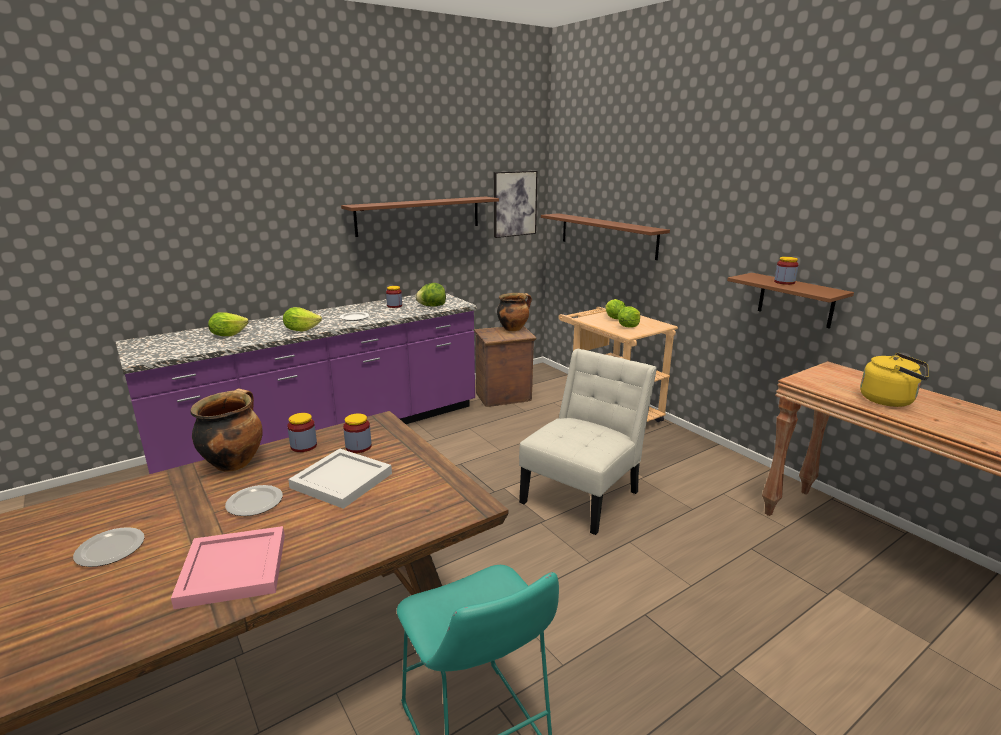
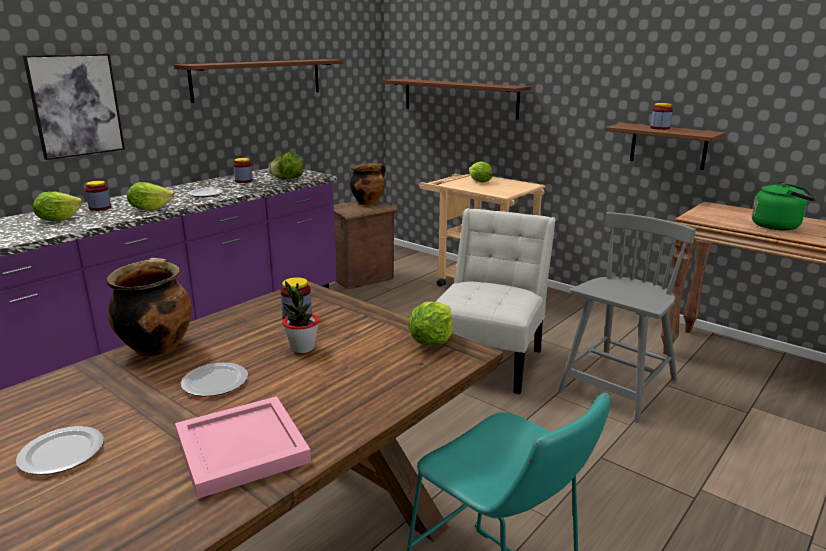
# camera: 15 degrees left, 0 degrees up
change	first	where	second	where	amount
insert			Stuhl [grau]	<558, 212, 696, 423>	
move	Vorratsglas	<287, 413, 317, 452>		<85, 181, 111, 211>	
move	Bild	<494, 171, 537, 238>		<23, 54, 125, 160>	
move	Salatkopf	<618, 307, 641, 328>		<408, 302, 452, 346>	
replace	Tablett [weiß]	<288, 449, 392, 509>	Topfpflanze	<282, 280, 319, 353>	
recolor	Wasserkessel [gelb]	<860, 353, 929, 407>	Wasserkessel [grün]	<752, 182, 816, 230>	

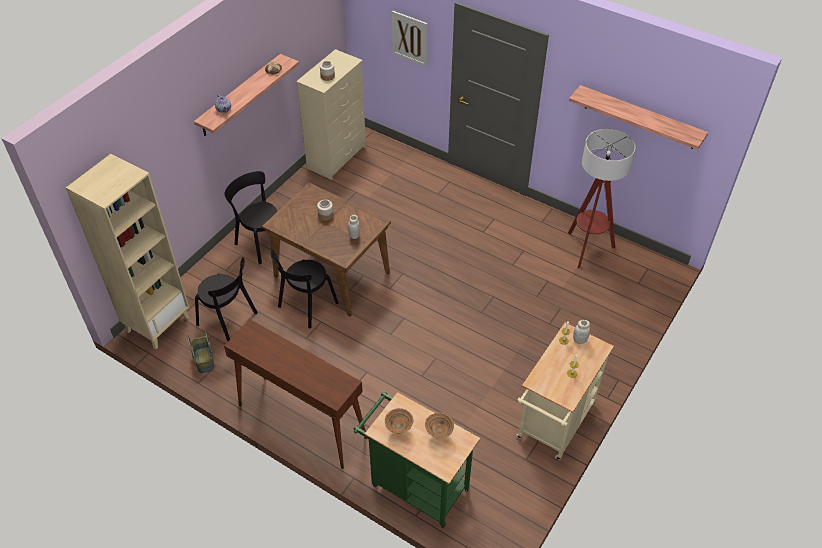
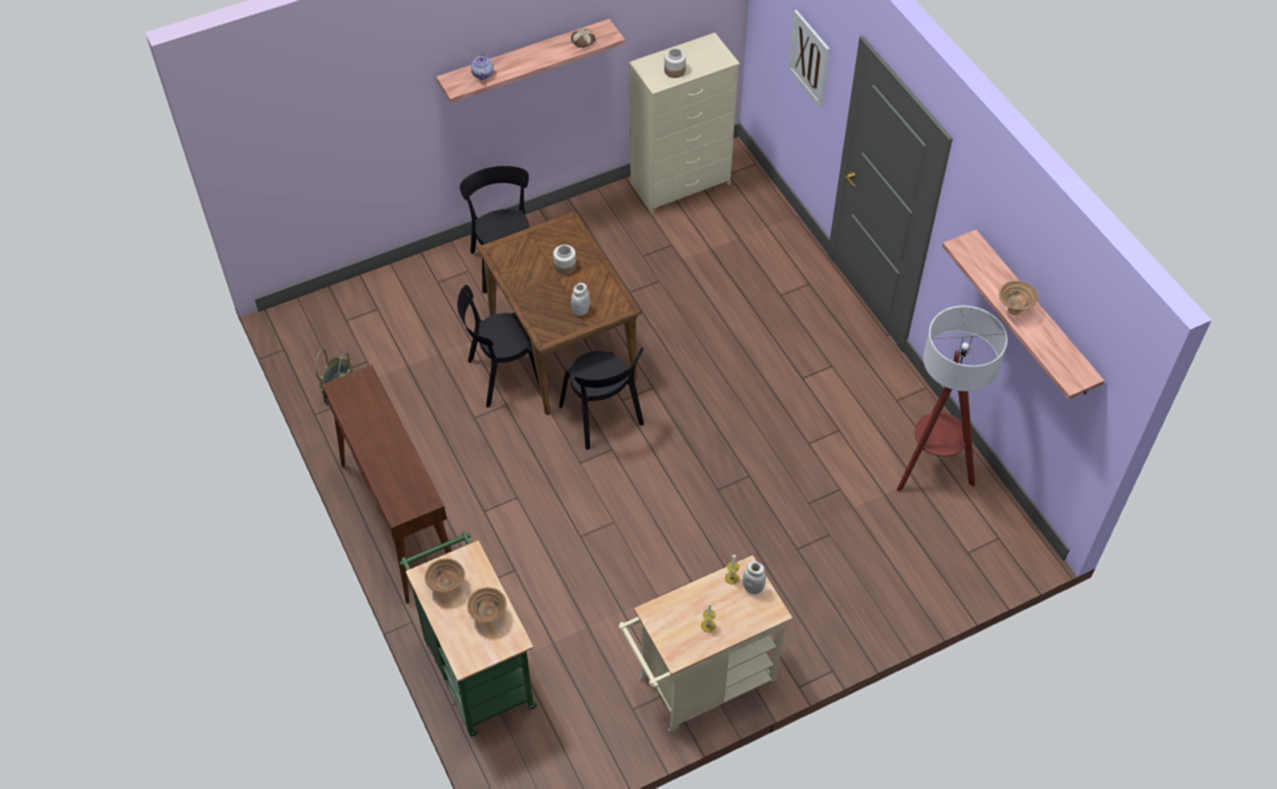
# camera: 30 degrees right, 5 degrees up
change	first	where	second	where	amount
delete	Bücherregal [beige]	<66, 154, 189, 349>			
insert			Schüssel [braun]	<999, 281, 1038, 315>	
move	Stuhl [schwarz]	<195, 257, 258, 341>		<559, 347, 644, 450>	

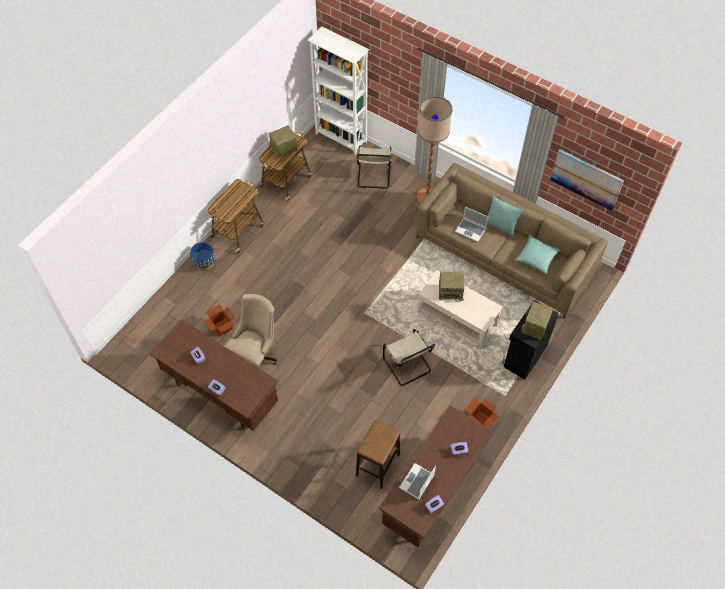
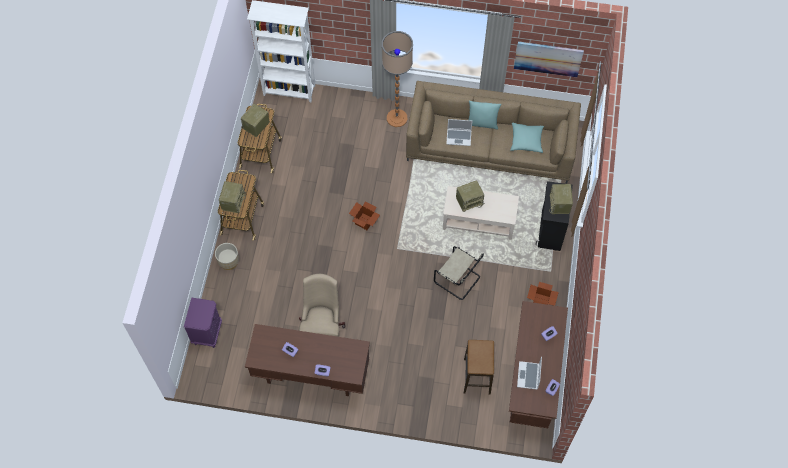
# camera: 25 degrees left, 5 degrees up
change	first	where	second	where	amount
delete	Stuhl [beige]	<356, 145, 392, 189>			
insert			Nachttisch [lila]	<184, 298, 222, 348>	
insert			Radio	<219, 181, 246, 213>	
move	Karton	<205, 304, 235, 337>		<349, 201, 380, 230>	
recolor	Pflanzkübel [blau]	<190, 242, 215, 271>	Pflanzkübel [beige]	<215, 243, 239, 270>	

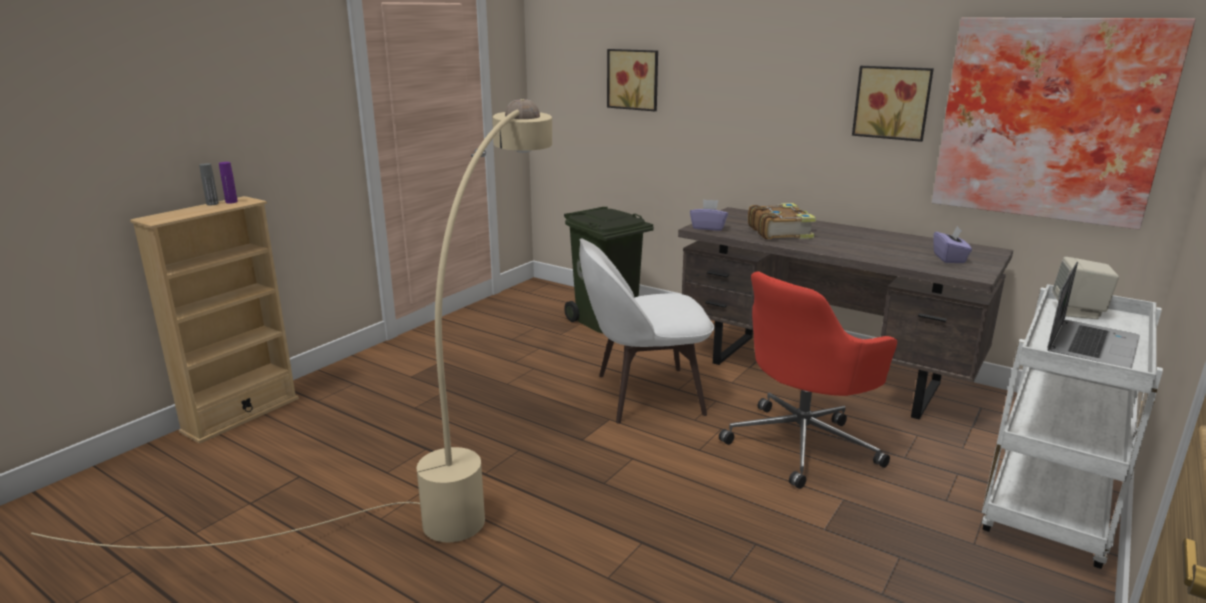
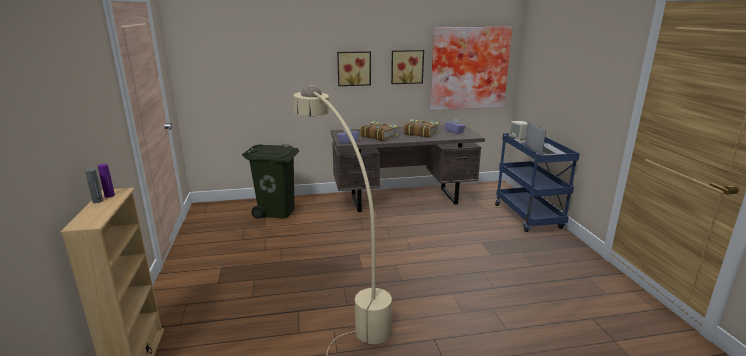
# camera: 45 degrees left, 0 degrees up
change	first	where	second	where	amount
delete	Stuhl [weiß]	<579, 238, 714, 424>			
delete	Bürostuhl [rot]	<719, 271, 897, 489>			
insert			Buch	<403, 119, 439, 138>	
move	Bild	<607, 49, 658, 111>		<337, 51, 371, 86>	
recolor	Rollwagen [weiß]	<982, 284, 1163, 569>	Rollwagen [blau]	<495, 133, 580, 232>	

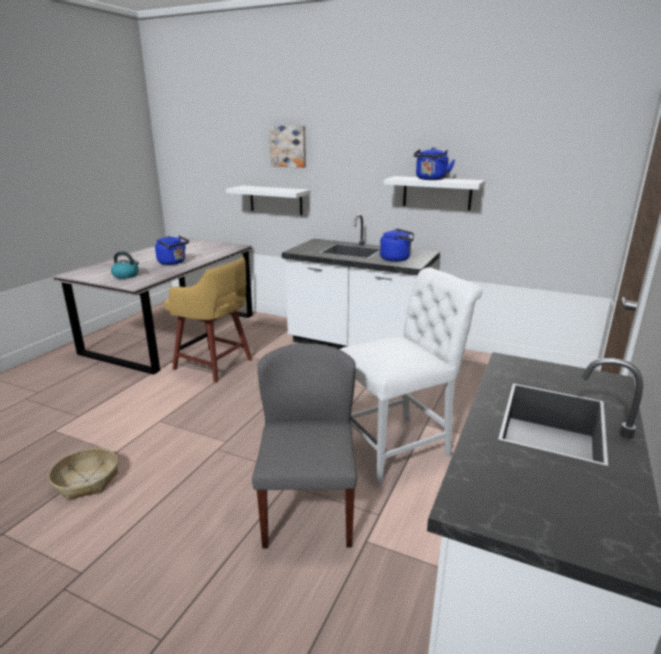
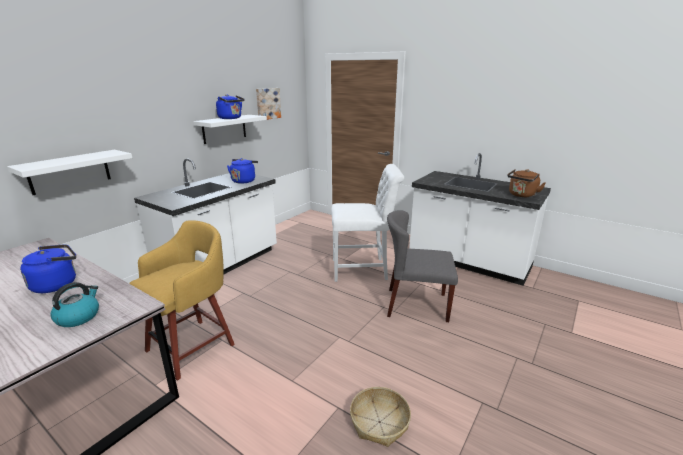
# camera: 80 degrees left, 0 degrees up
change	first	where	second	where	amount
insert			Wasserkessel [braun]	<507, 169, 546, 198>	
move	Bild	<269, 126, 306, 168>		<256, 88, 281, 120>	
rotate	Stuhl [weiß]	<339, 267, 483, 483>		<331, 164, 404, 282>	105 degrees clockwise

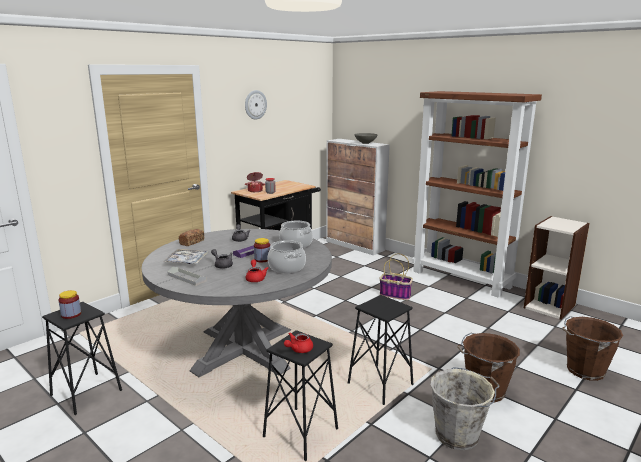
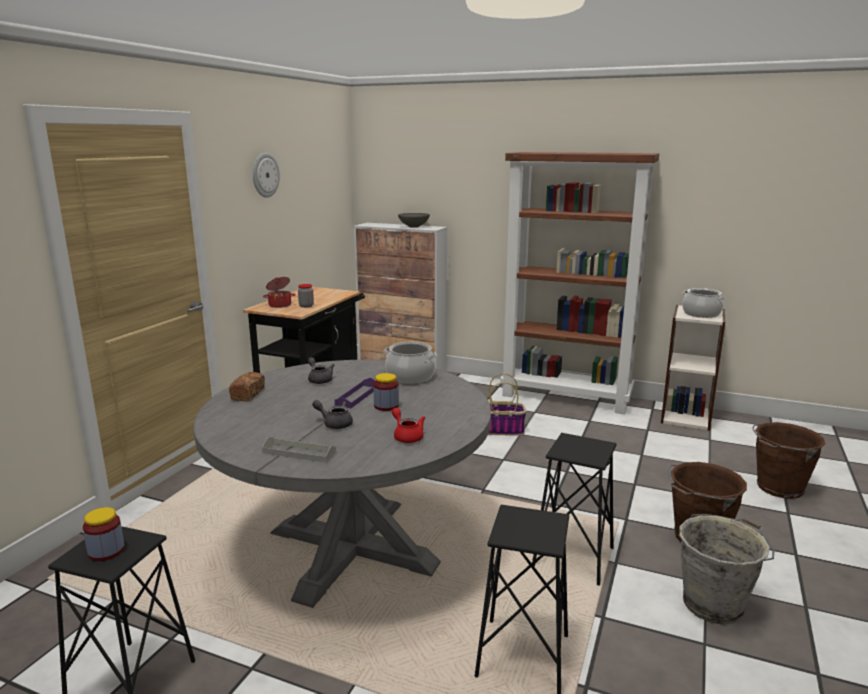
# camera: 20 degrees left, 0 degrees up
change	first	where	second	where	amount
delete	Tablett	<163, 249, 209, 264>			
delete	Teekanne [rot]	<284, 333, 313, 353>			
move	Kochtopf	<268, 240, 306, 273>		<682, 288, 726, 318>	

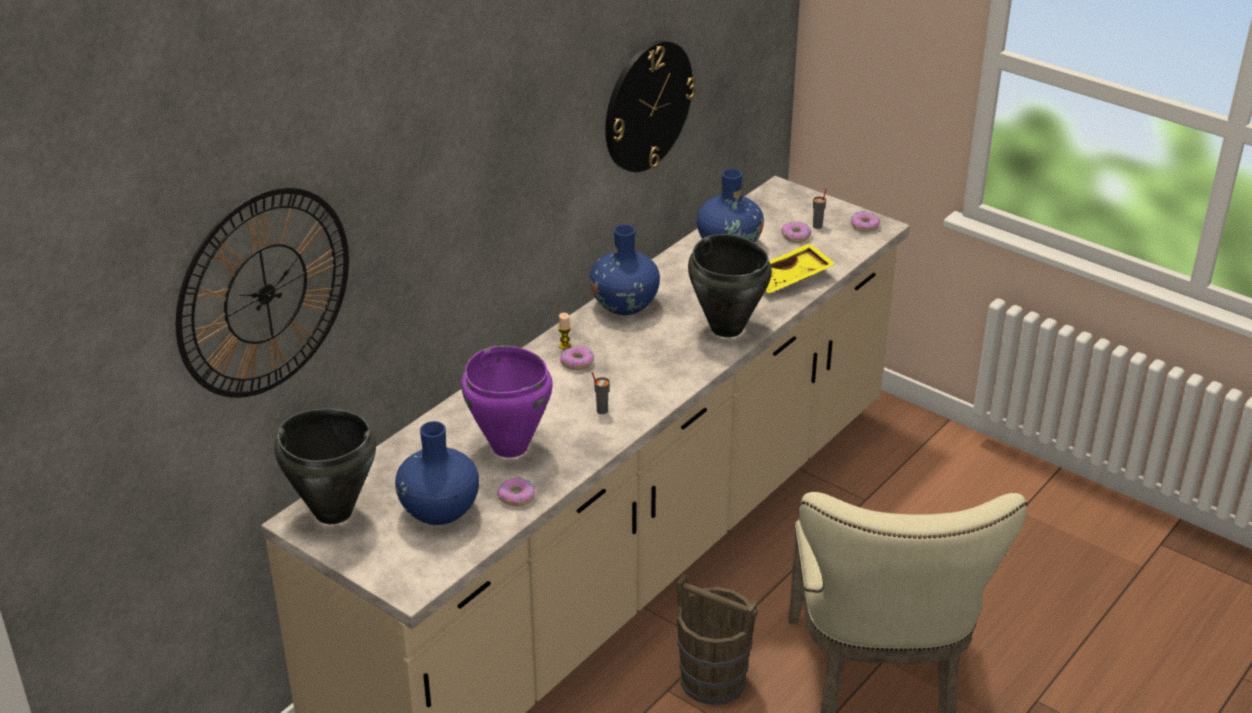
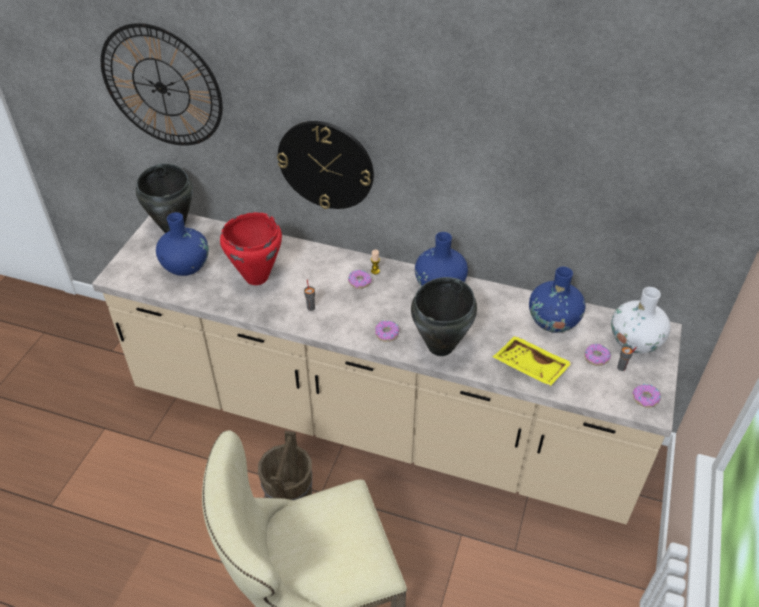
# camera: 70 degrees right, 10 degrees up
change	first	where	second	where	amount
insert			Vase [weiß]	<611, 287, 671, 354>	
move	Donut	<497, 477, 536, 506>		<375, 321, 399, 342>	
move	Wanduhr	<605, 40, 696, 172>		<277, 121, 374, 209>	
recolor	Kochtopf [lila]	<461, 346, 553, 458>	Kochtopf [rot]	<220, 212, 282, 285>	

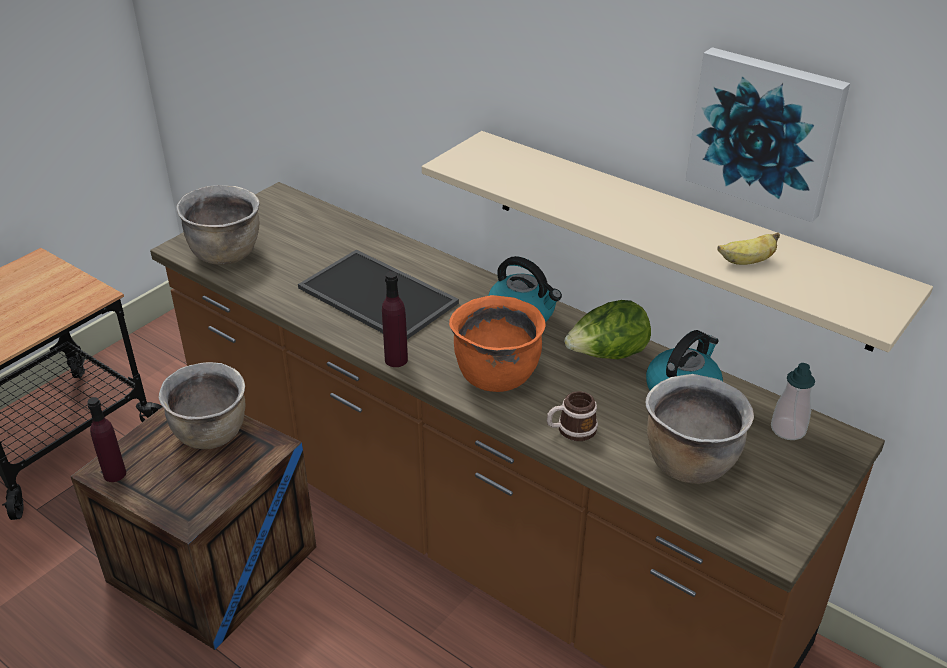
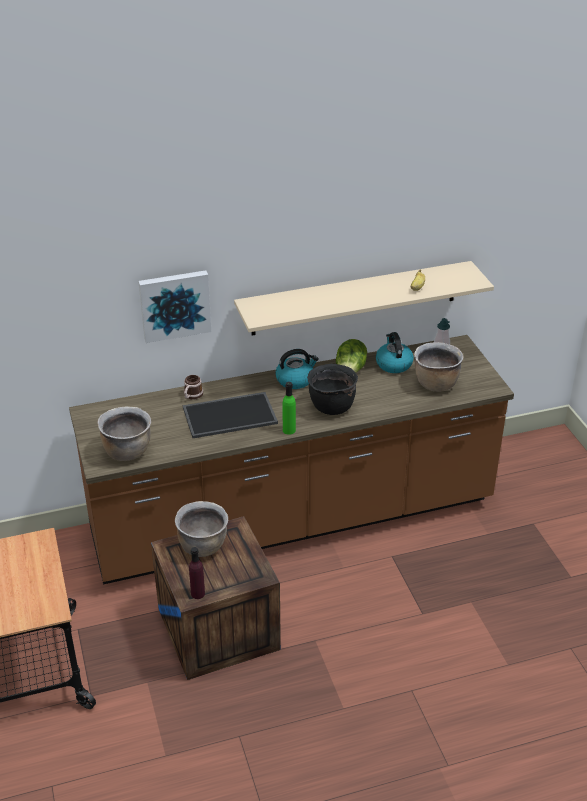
# camera: 55 degrees left, 0 degrees up
change	first	where	second	where	amount
move	Henkelbecher	<547, 391, 598, 441>		<184, 375, 203, 400>	
move	Bild	<686, 47, 850, 222>		<138, 270, 211, 343>	
recolor	Flasche [lila]	<382, 272, 408, 367>	Flasche [grün]	<283, 382, 296, 435>	
recolor	Kochtopf [orange]	<449, 295, 545, 392>	Kochtopf [schwarz]	<307, 364, 358, 415>	

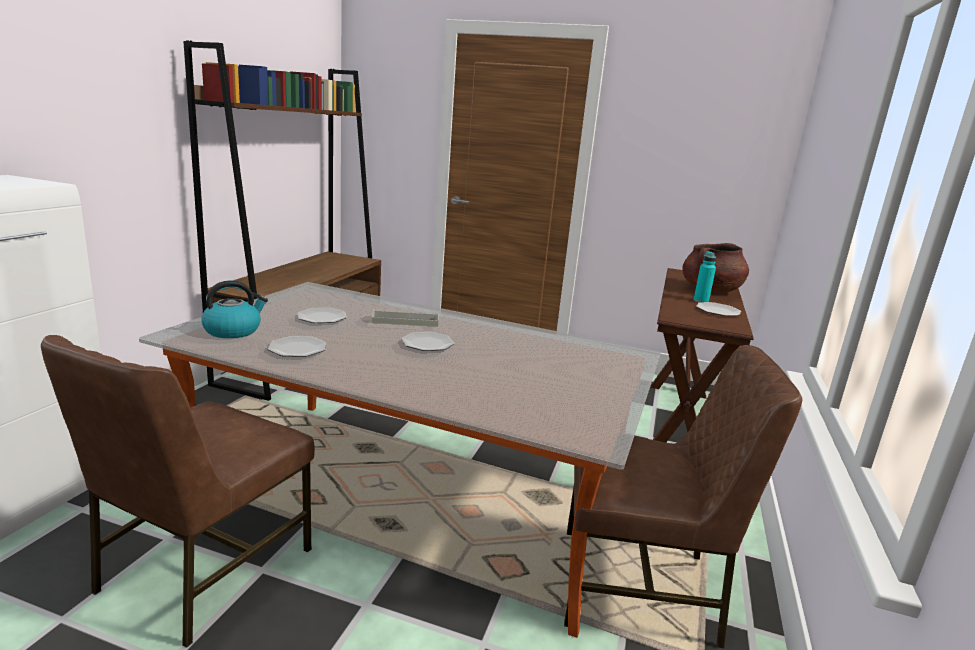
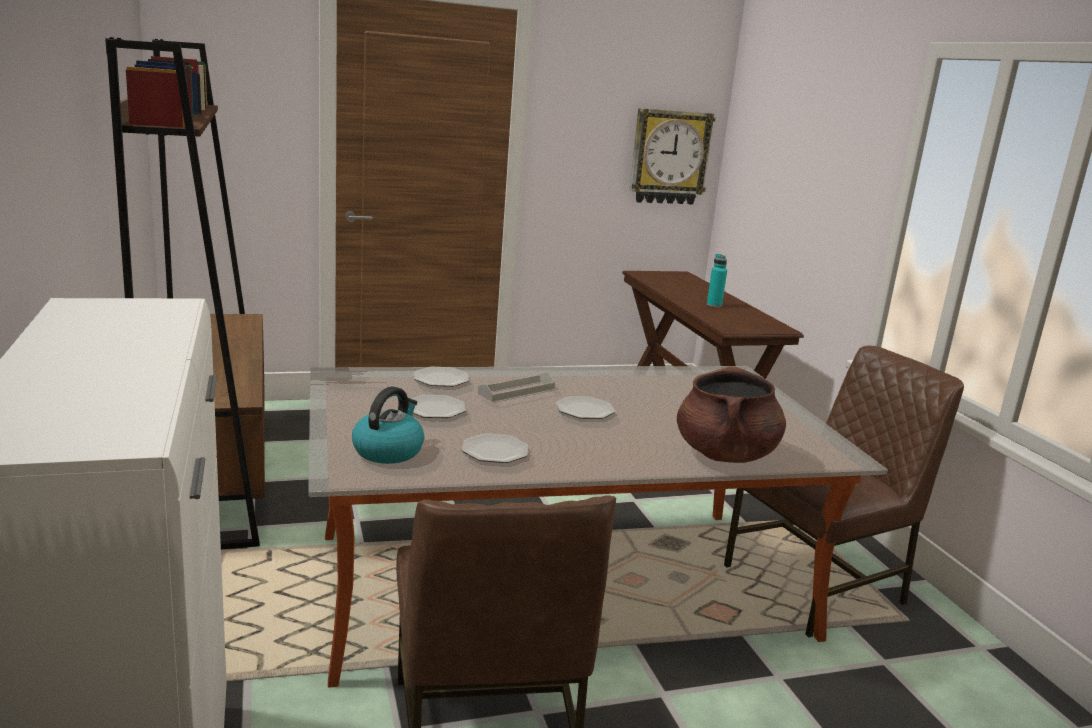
# camera: 35 degrees left, 0 degrees up
change	first	where	second	where	amount
insert			Wanduhr	<629, 108, 715, 205>	
move	Kochtopf [braun]	<682, 243, 749, 293>		<677, 366, 786, 463>	
move	Teller	<696, 302, 741, 316>		<414, 367, 469, 387>	

